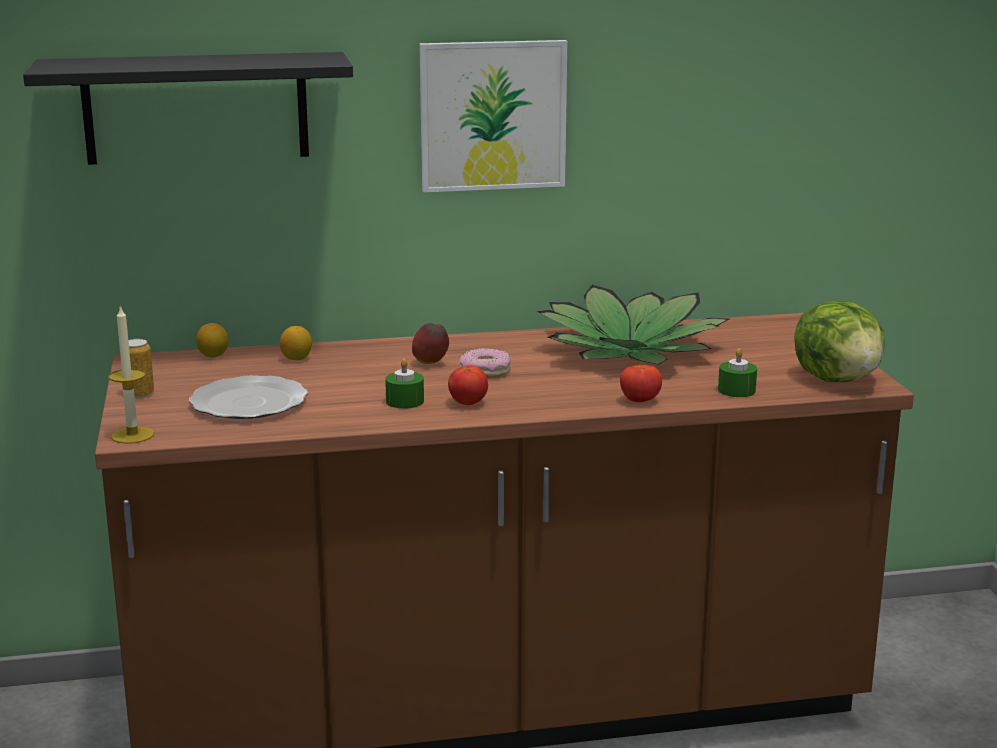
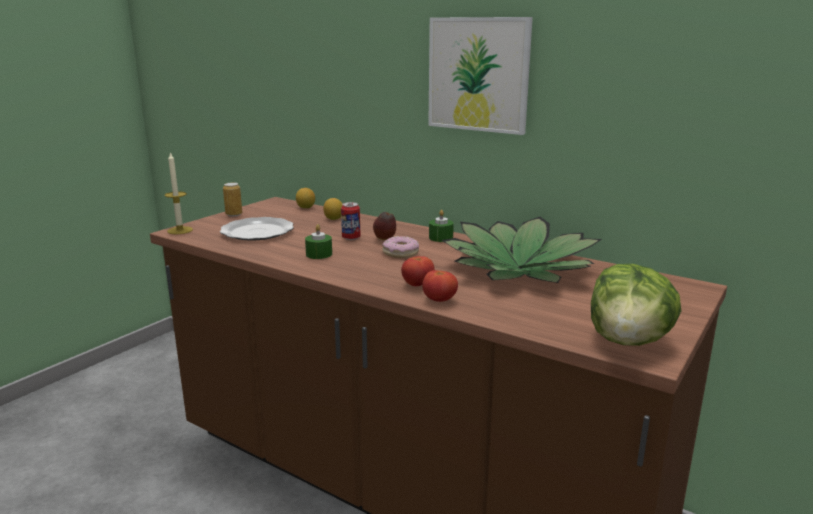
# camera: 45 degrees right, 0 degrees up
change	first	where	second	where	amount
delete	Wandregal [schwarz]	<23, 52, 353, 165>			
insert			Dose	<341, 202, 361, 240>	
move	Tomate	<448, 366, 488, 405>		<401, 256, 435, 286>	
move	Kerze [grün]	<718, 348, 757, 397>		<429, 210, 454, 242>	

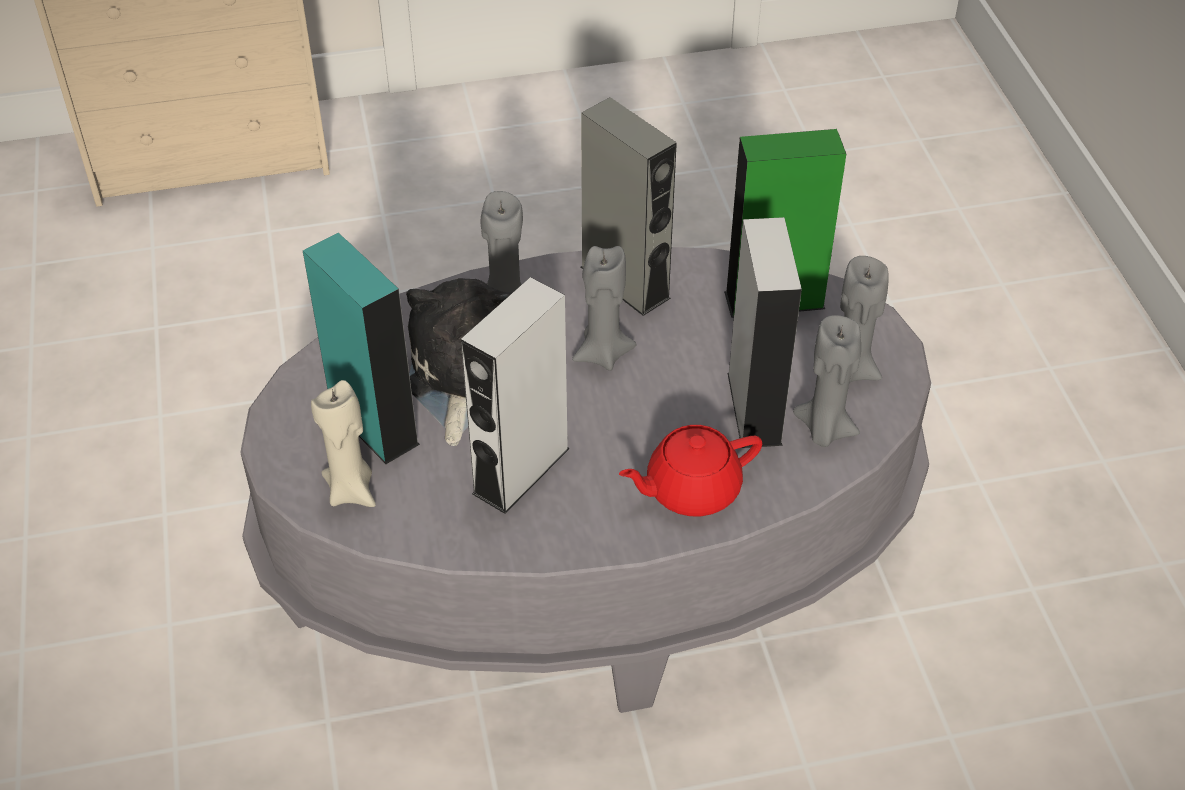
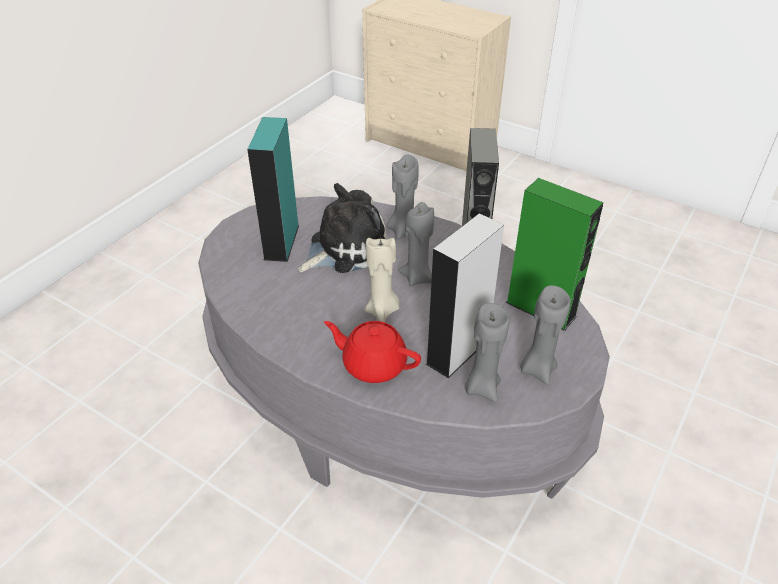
# camera: 45 degrees right, 5 degrees down
change	first	where	second	where	amount
delete	Lautsprecher [grau]	<461, 277, 570, 514>			
move	Kerze [beige]	<311, 380, 376, 507>		<365, 237, 400, 322>	

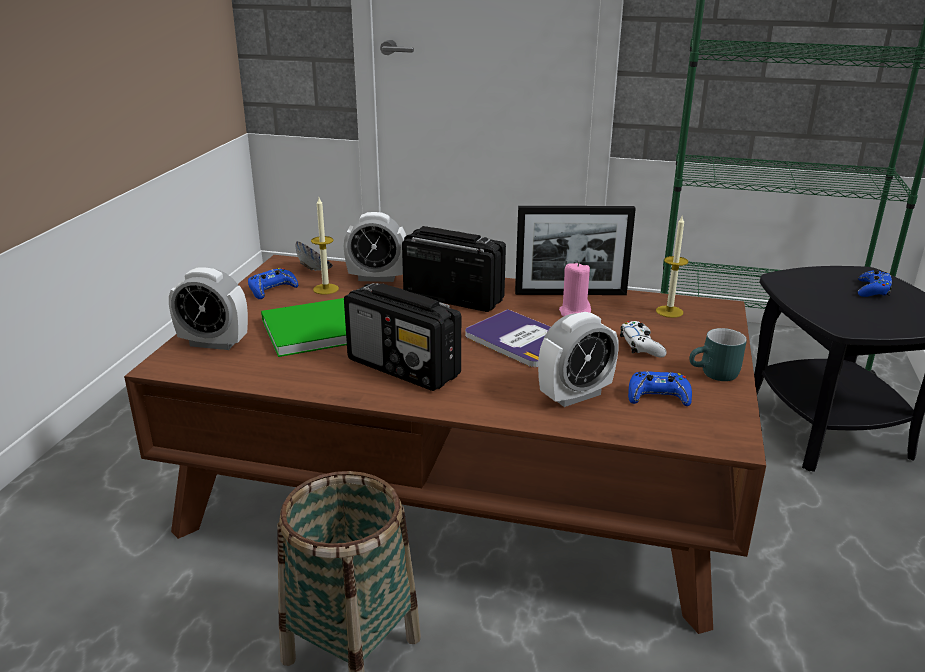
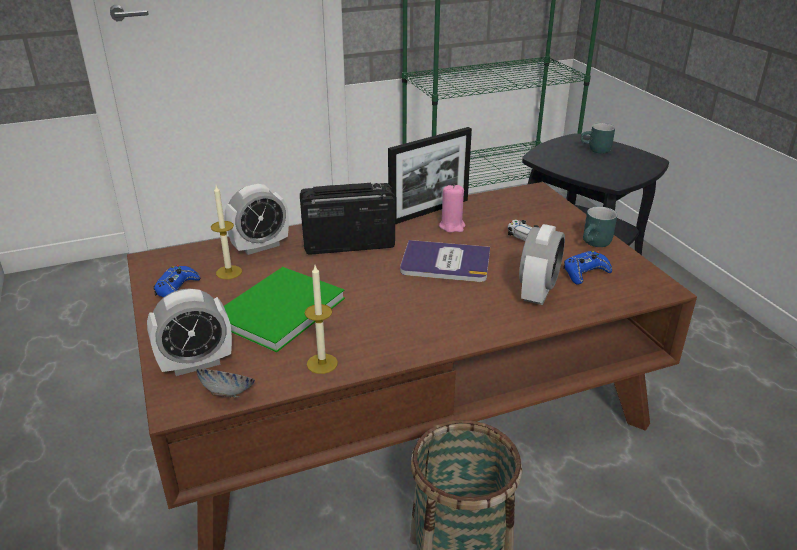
# camera: 35 degrees left, 5 degrees up
change	first	where	second	where	amount
delete	Radio	<344, 283, 461, 391>			
move	Schüssel	<296, 241, 333, 271>		<196, 369, 255, 398>	
move	Kerze	<656, 216, 688, 318>		<305, 265, 338, 374>	
replace	Gamepad [blau]	<858, 270, 892, 297>	Henkelbecher [türkis]	<581, 123, 615, 154>	

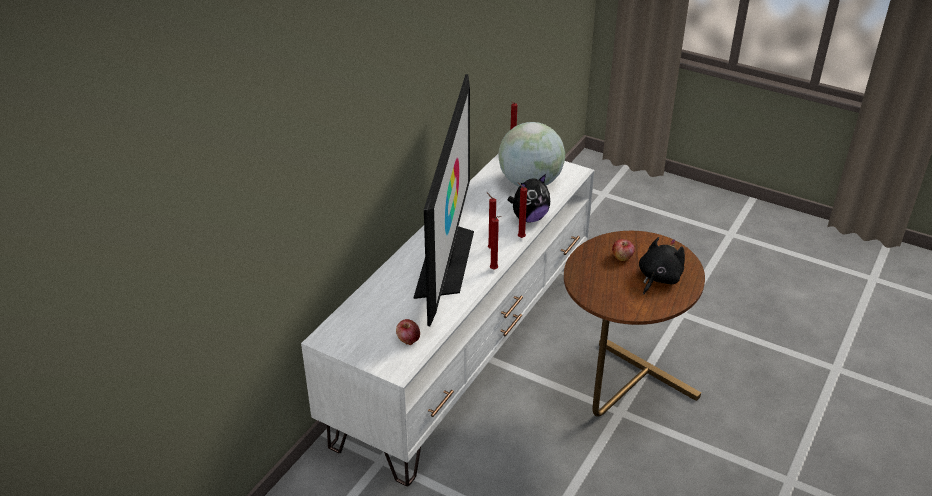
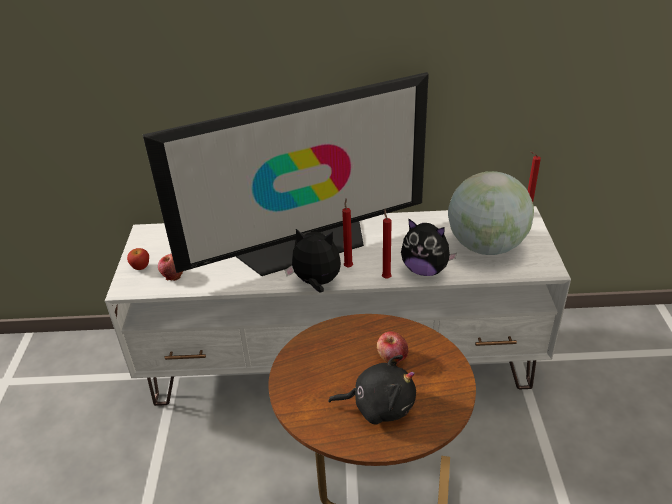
# camera: 60 degrees right, 0 degrees up
change	first	where	second	where	amount
insert			Apfel	<127, 248, 149, 270>	
replace	Kerze [rot]	<490, 216, 501, 270>	Plüschtier	<285, 229, 341, 293>	

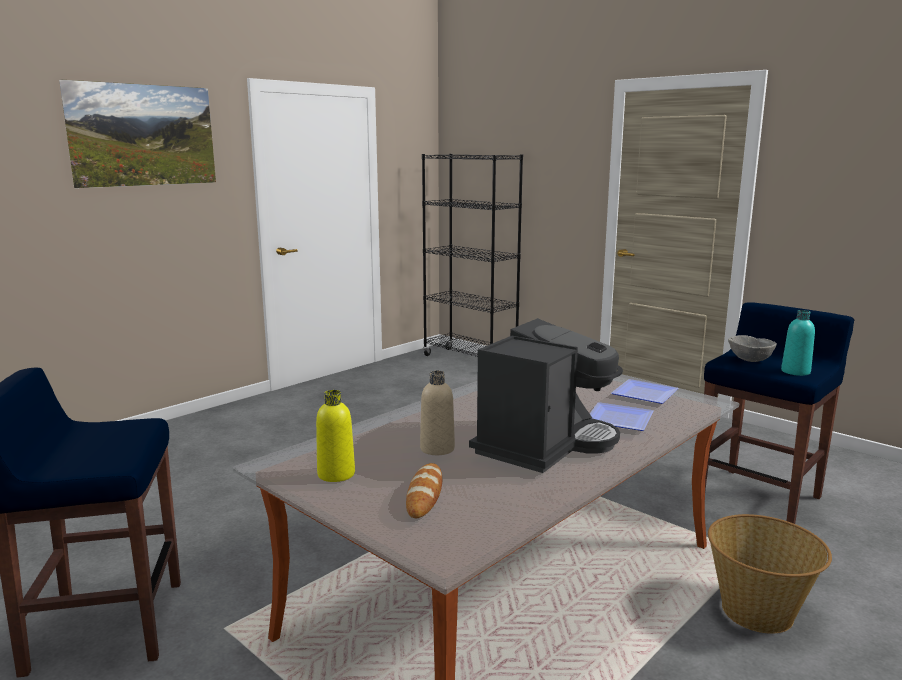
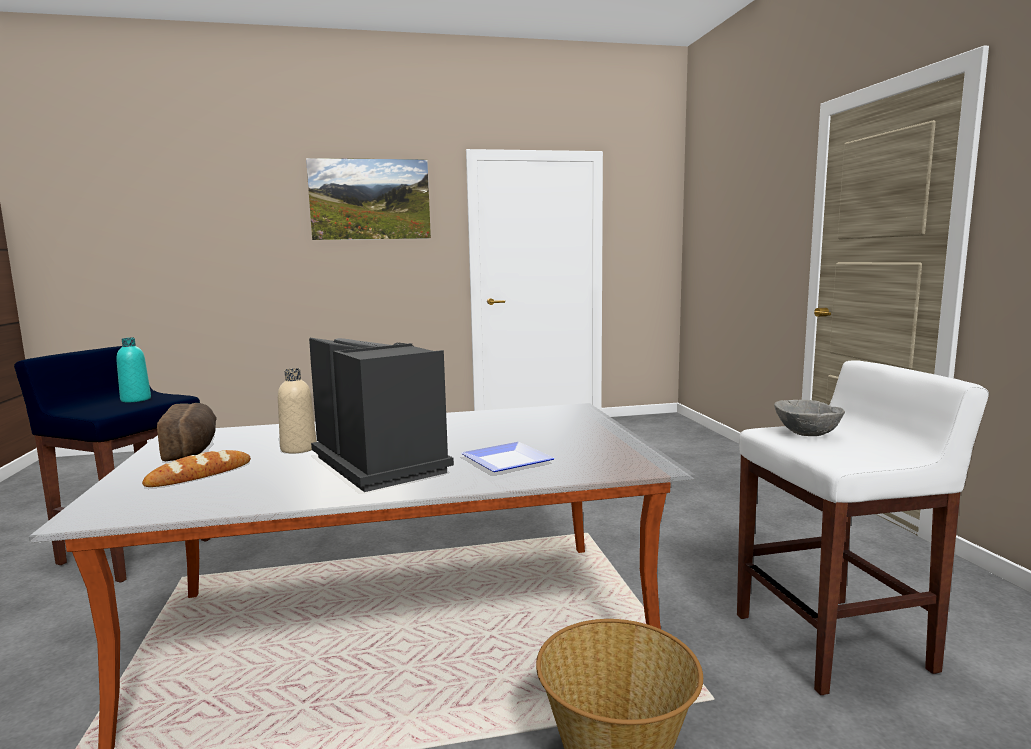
# camera: 35 degrees right, 5 degrees down
change	first	where	second	where	amount
delete	Bücherregal [schwarz]	<422, 154, 523, 357>			
delete	Teller	<611, 379, 679, 404>			
move	Flasche [türkis]	<781, 310, 815, 376>		<116, 338, 151, 402>	
replace	Flasche [gelb]	<316, 390, 355, 482>	Brot	<157, 403, 217, 461>	
recolor	Hocker [blau]	<704, 302, 854, 524>	Hocker [weiß]	<737, 360, 989, 695>	
rotate	Kaffeemaschine	<469, 318, 623, 473>		<309, 338, 454, 492>	105 degrees counterclockwise

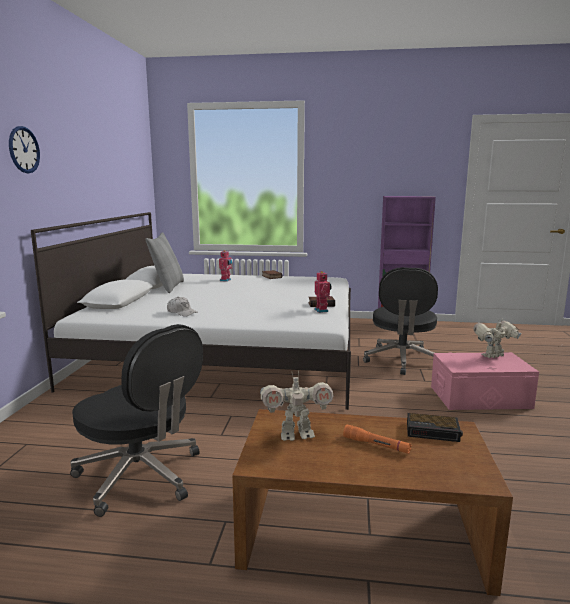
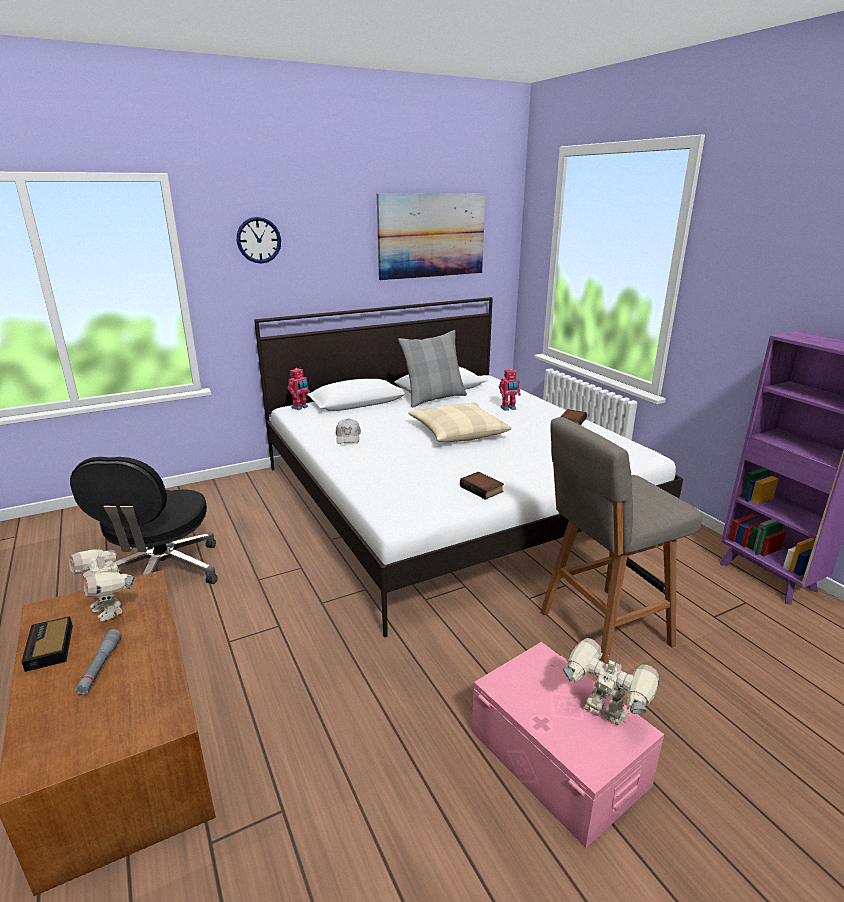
# camera: 55 degrees right, 10 degrees up
change	first	where	second	where	amount
insert			Bild	<377, 193, 485, 280>	
insert			Kissen [beige]	<408, 403, 511, 442>	
move	Spielzeugroboter	<314, 271, 332, 313>		<288, 367, 310, 410>	
move	Wecker	<407, 413, 463, 442>		<21, 616, 73, 672>	
replace	Bürostuhl [schwarz]	<363, 267, 438, 375>	Hocker [grau]	<541, 417, 703, 664>	
recolor	Taschenlampe [orange]	<343, 425, 412, 454>	Taschenlampe [grau]	<75, 629, 122, 695>	

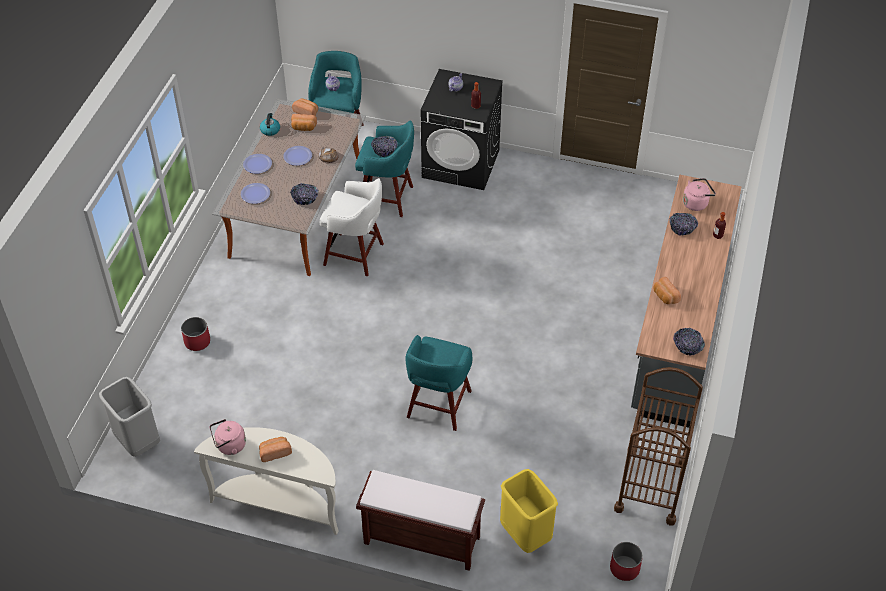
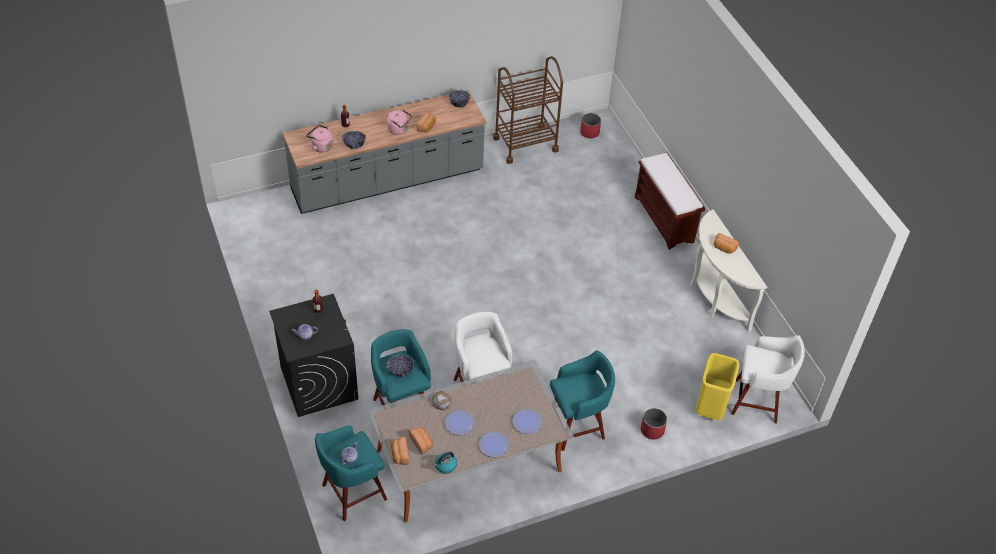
# camera: 130 degrees left, 0 degrees up
change	first	where	second	where	amount
delete	Schüssel	<290, 183, 319, 205>			
move	Wasserkessel [rosa]	<210, 419, 246, 455>		<387, 110, 412, 135>	
move	Hocker [türkis]	<406, 335, 472, 431>		<550, 351, 615, 451>	
move	Mülleimer [gelb]	<500, 469, 558, 553>		<696, 353, 739, 420>	
replace	Mülleimer [grau]	<99, 377, 160, 457>	Hocker [weiß]	<731, 335, 805, 424>	

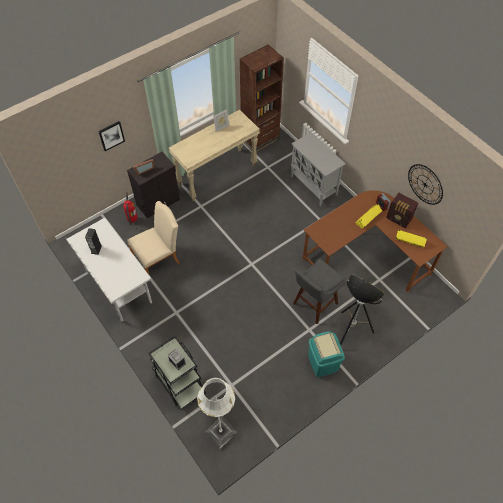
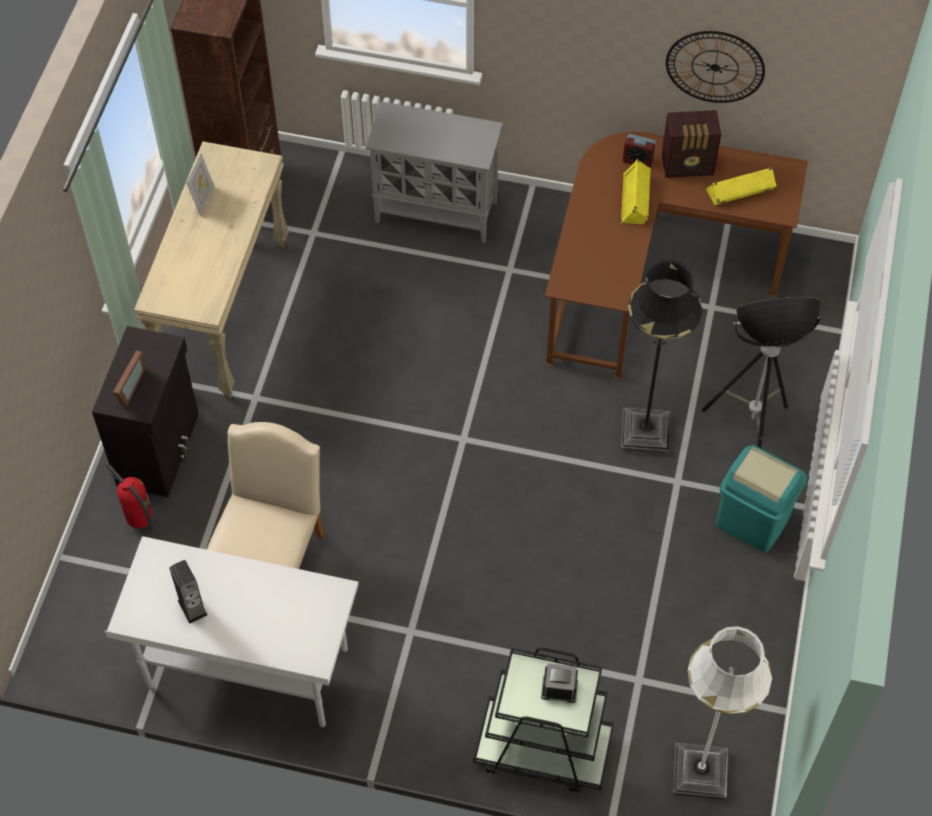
# camera: 40 degrees left, 0 degrees up
change	first	where	second	where	amount
delete	Bild	<98, 121, 125, 151>			
replace	Hocker [grau]	<293, 258, 345, 324>	Stehlampe [schwarz]	<621, 259, 703, 455>	

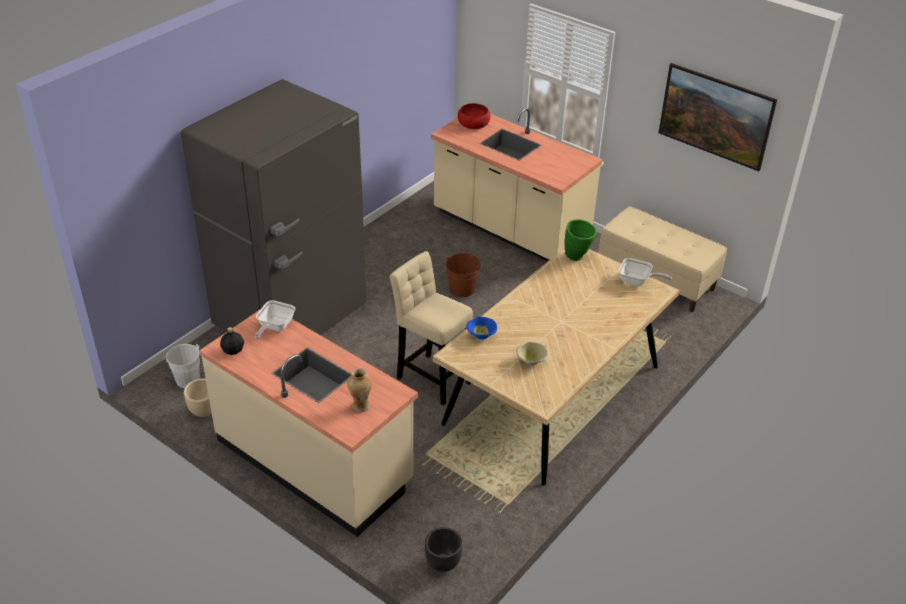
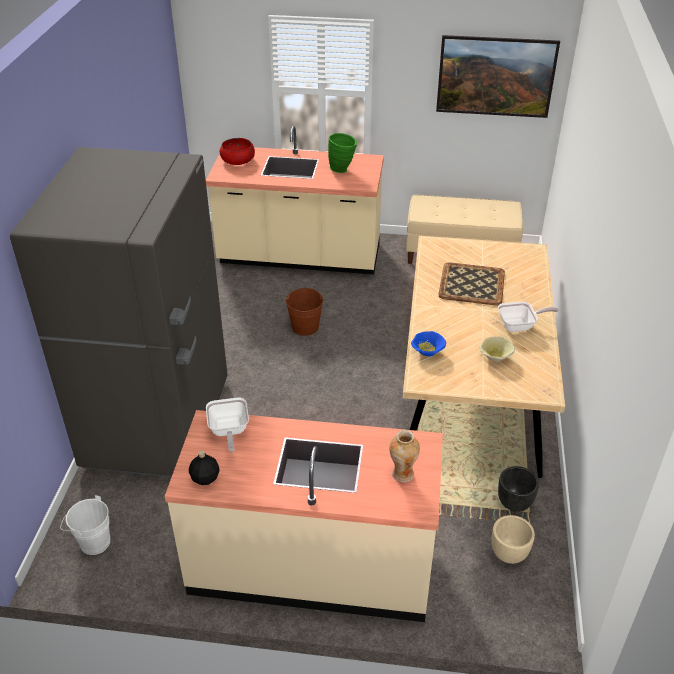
# camera: 30 degrees left, 0 degrees up
change	first	where	second	where	amount
delete	Hocker [beige]	<390, 251, 473, 406>			
insert			Tablett	<438, 262, 505, 305>	
move	Pflanzkübel [beige]	<184, 379, 212, 417>		<492, 515, 535, 564>	
move	Pflanzkübel [schwarz]	<425, 527, 463, 572>		<498, 466, 539, 512>	
move	Vase [grün]	<564, 219, 597, 261>		<328, 133, 357, 173>	
move	Pfanne	<619, 258, 672, 286>		<498, 302, 558, 332>	

